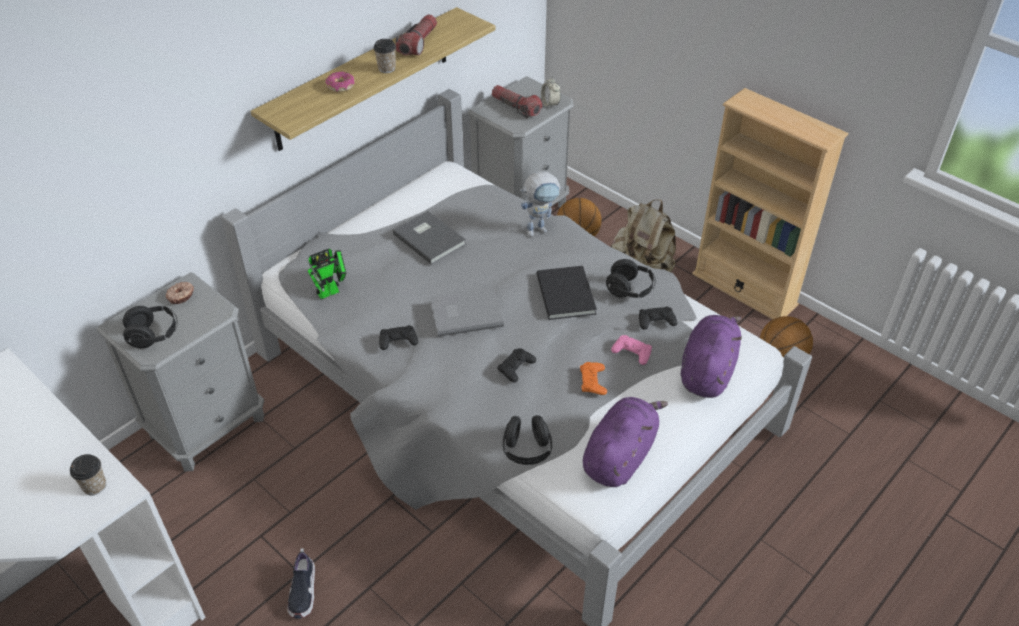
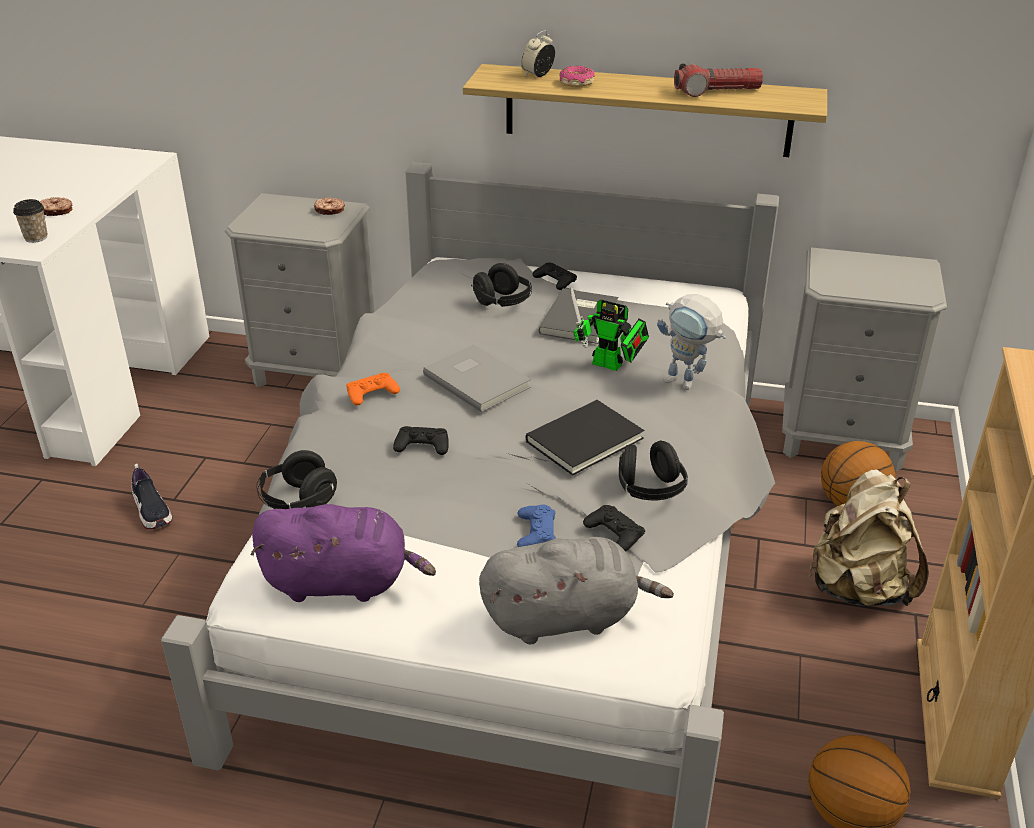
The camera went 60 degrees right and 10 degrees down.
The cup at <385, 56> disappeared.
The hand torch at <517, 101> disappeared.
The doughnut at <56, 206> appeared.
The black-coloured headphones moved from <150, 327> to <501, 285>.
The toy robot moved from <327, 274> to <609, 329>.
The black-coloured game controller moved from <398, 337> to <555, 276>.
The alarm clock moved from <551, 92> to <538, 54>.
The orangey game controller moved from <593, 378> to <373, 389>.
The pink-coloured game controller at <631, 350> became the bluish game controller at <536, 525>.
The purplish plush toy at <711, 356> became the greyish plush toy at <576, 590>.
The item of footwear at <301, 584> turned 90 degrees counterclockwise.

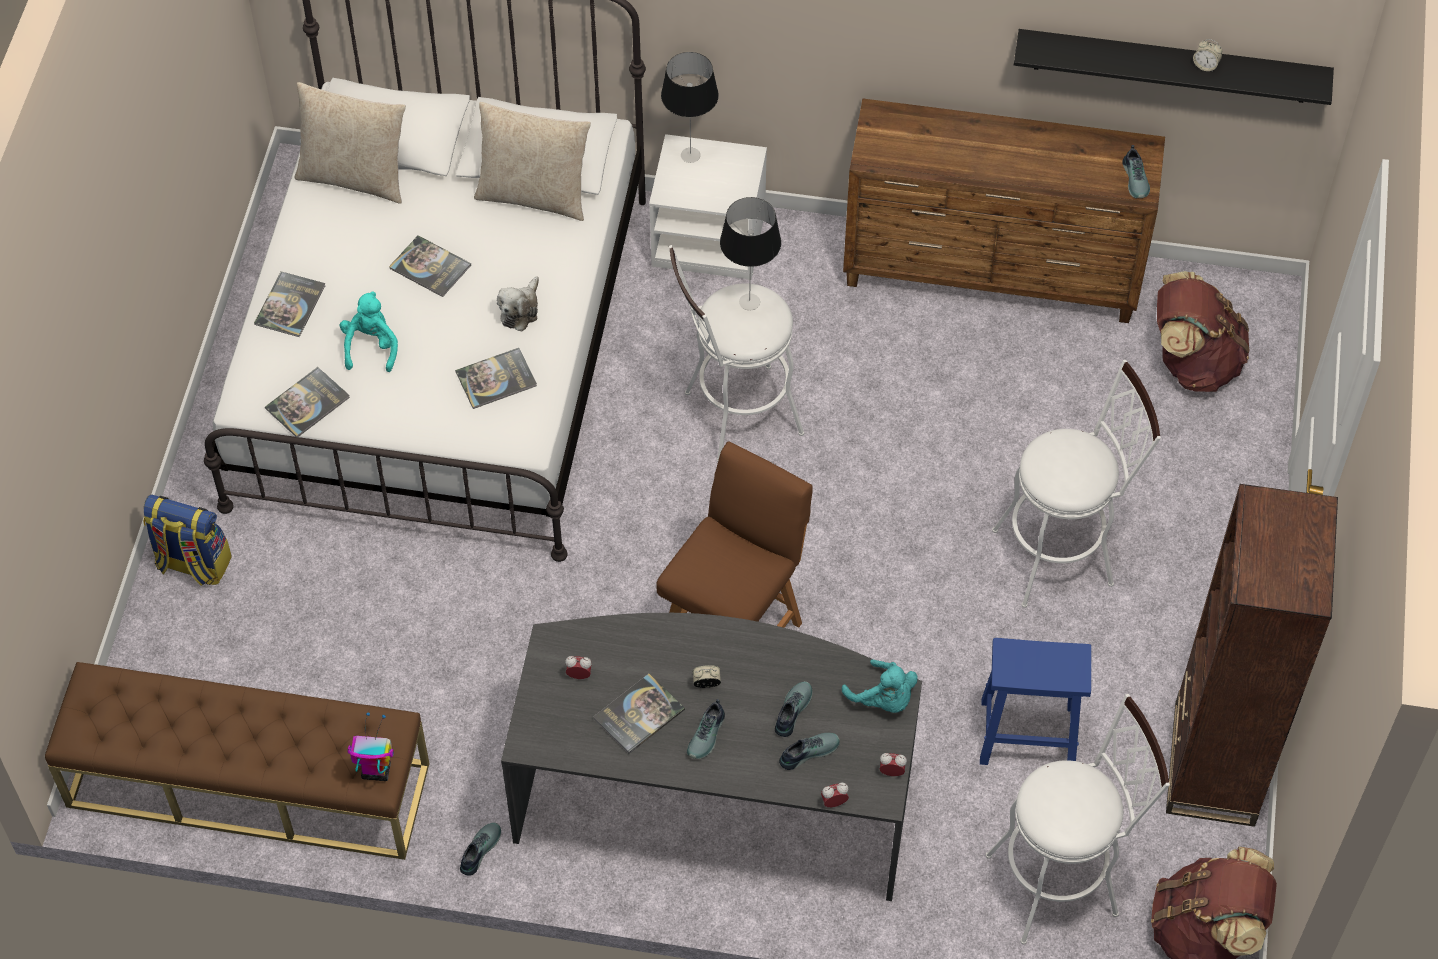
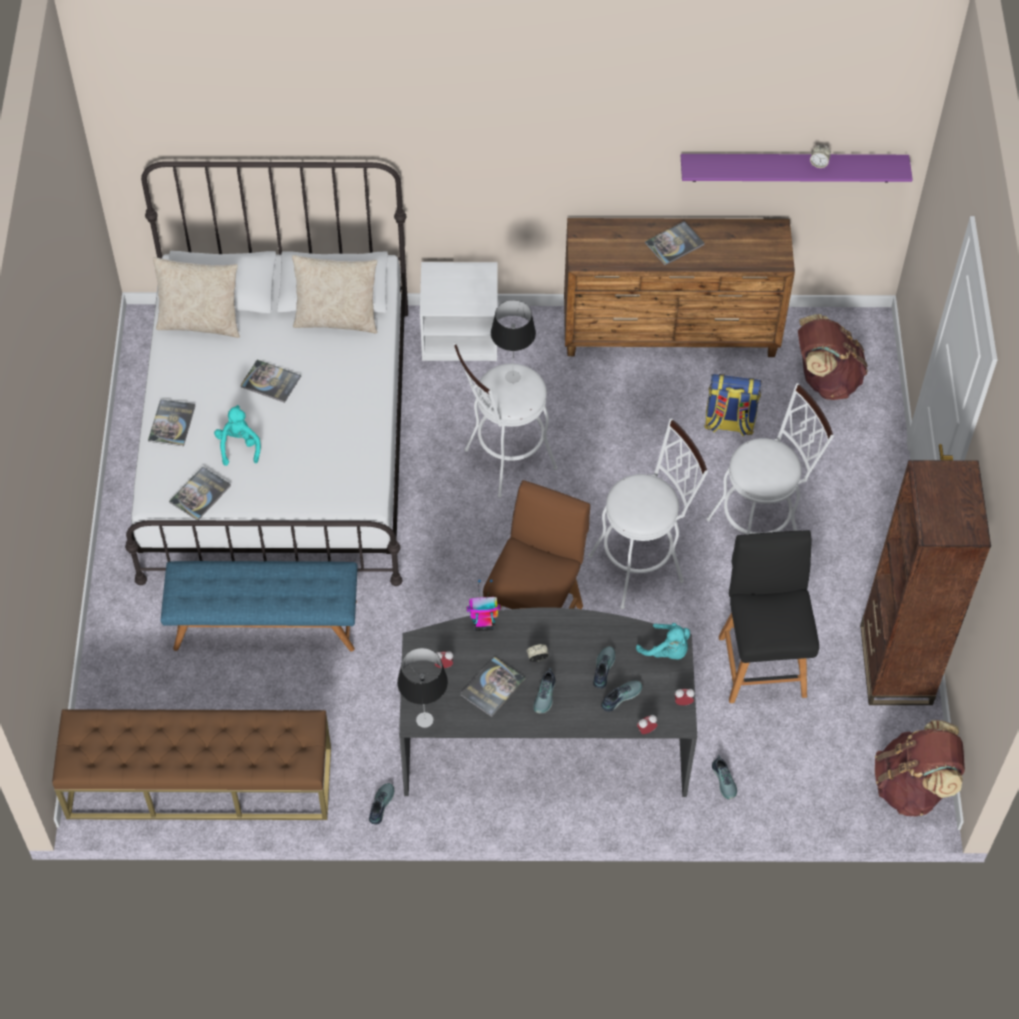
The camera went 10 degrees left and 0 degrees up.
The plush toy at <518, 303> disappeared.
The bluish indoor bench at <259, 606> appeared.
The backpack moved from <187, 540> to <733, 405>.
The toy robot moved from <371, 746> to <483, 605>.
The volume moved from <496, 378> to <674, 243>.
The tabletop lamp moved from <690, 107> to <422, 688>.
The whitish sitting stool moved from <1078, 819> to <648, 513>.
The item of footwear moved from <1136, 171> to <724, 777>.
The bluish sitting stool at <1035, 701> was replaced by the black-coloured upright chair at <768, 616>.
The black-coloured bracket shelf at <1174, 67> became the purplish bracket shelf at <797, 168>.

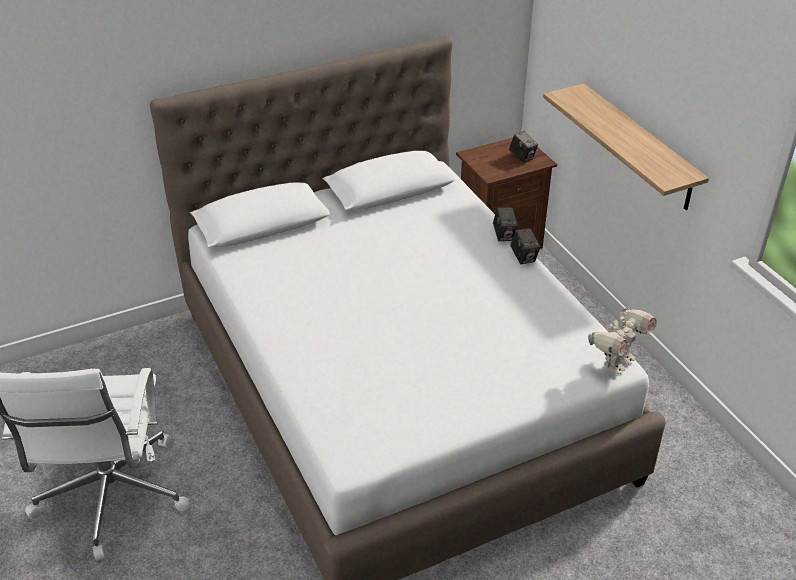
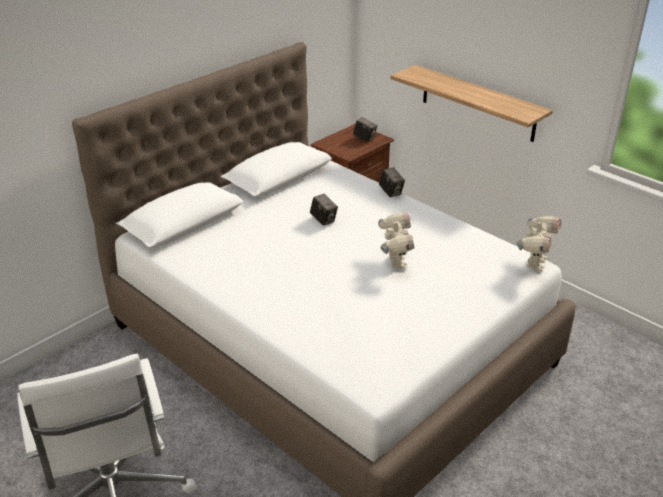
The camera went 20 degrees left and 5 degrees down.
The toy robot at <396, 240> appeared.
The photo camera moved from <525, 246> to <324, 210>.

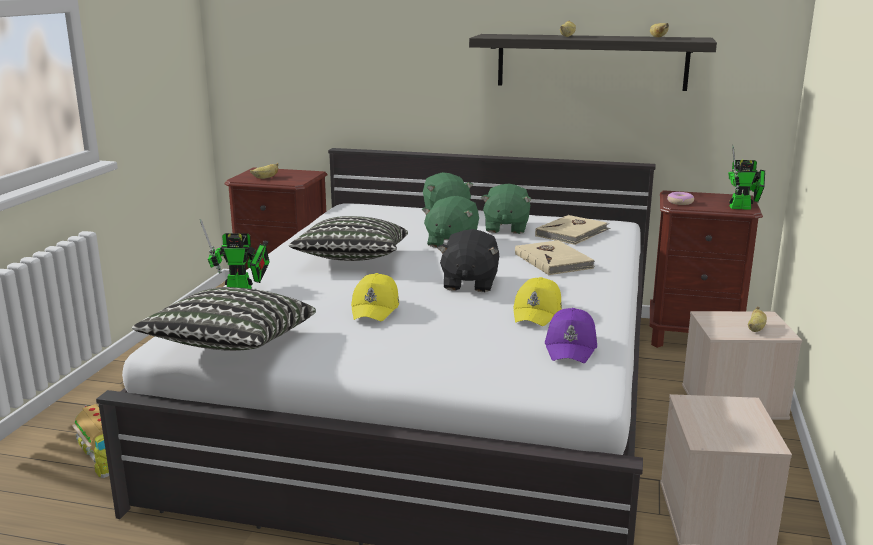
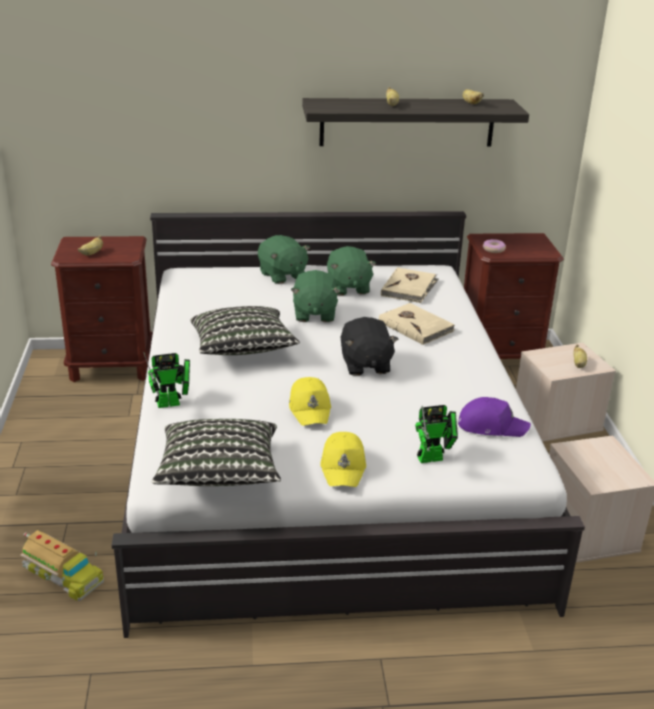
The camera went 20 degrees left and 10 degrees up.
The yellow-coloured baseball cap moved from <537, 301> to <343, 459>.
The toy robot moved from <746, 177> to <436, 434>.
The purplish baseball cap at <571, 335> turned 75 degrees counterclockwise.

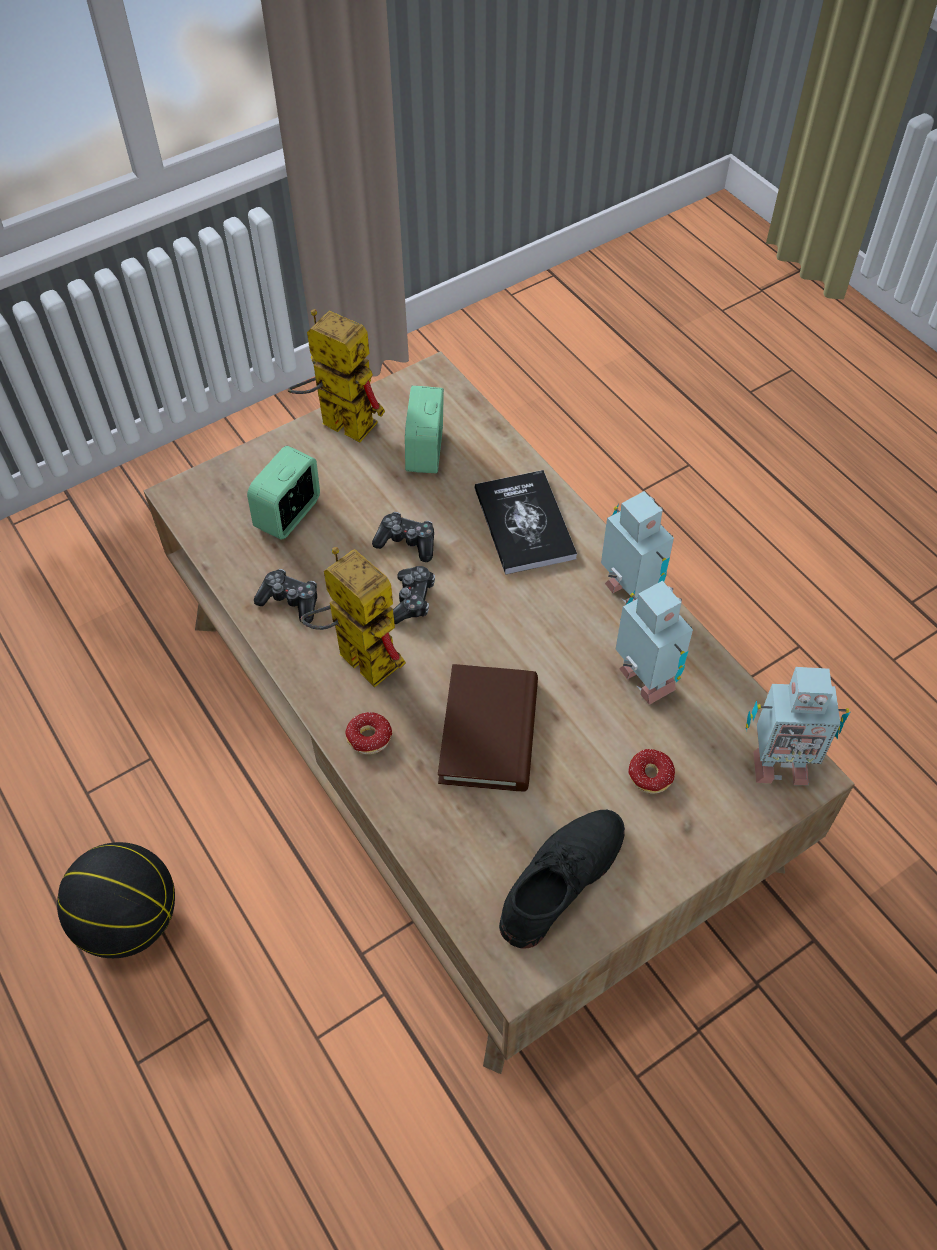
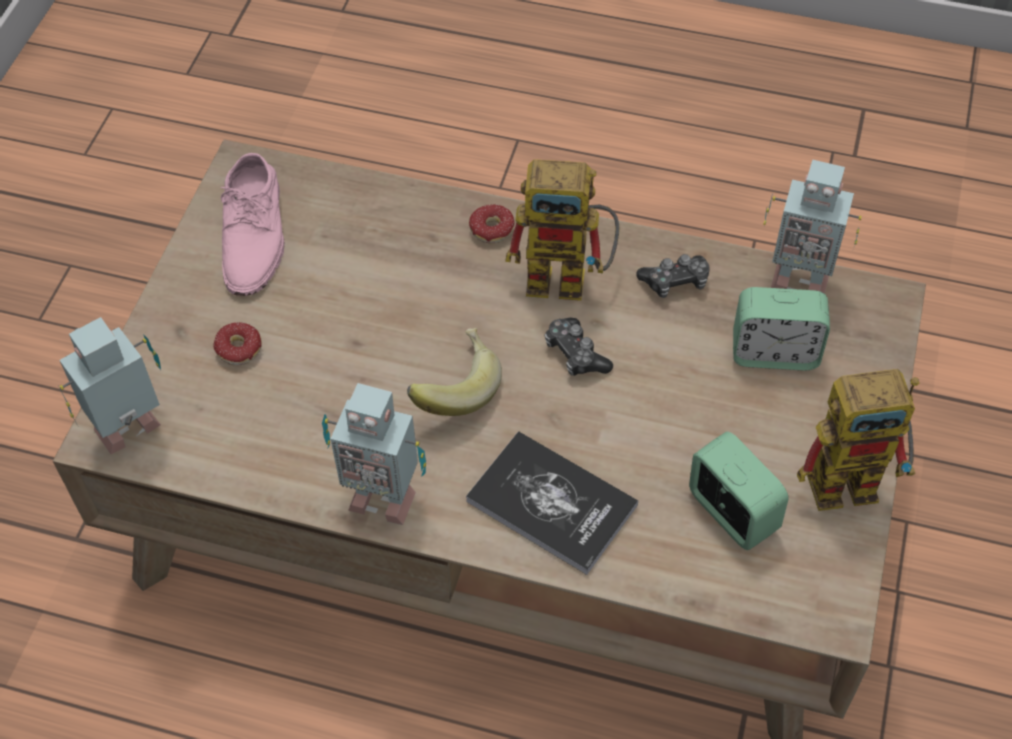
The camera went 140 degrees right and 0 degrees up.
The ball for basketball at <116, 900> disappeared.
The game controller at <403, 537> disappeared.
The brown-coloured volume at <488, 728> disappeared.
The whole banana at <454, 372> appeared.
The toy robot moved from <654, 643> to <812, 226>.
The black-coloured item of footwear at <562, 879> became the pink-coloured item of footwear at <253, 224>.
The alarm clock at <283, 492> turned 105 degrees clockwise.

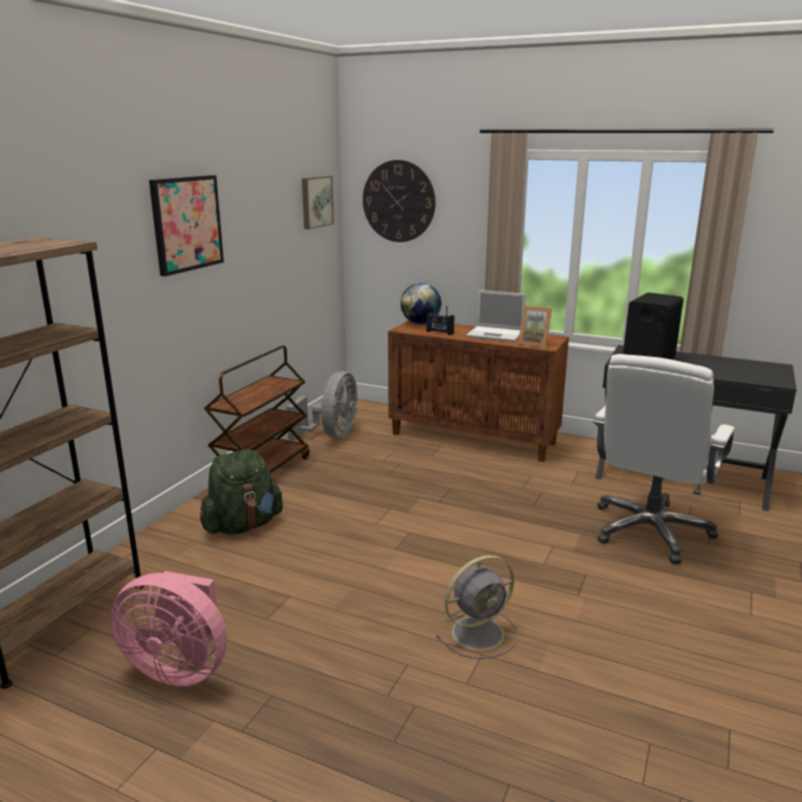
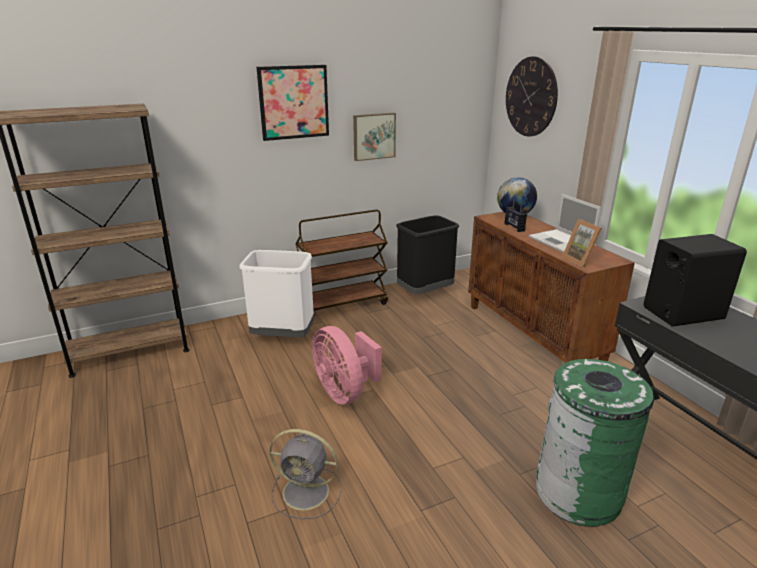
The camera went 40 degrees right and 5 degrees up.
The pink-coloured electric fan moved from <168, 629> to <347, 365>.
The wall picture moved from <318, 202> to <374, 137>.
The greenish backpack at <241, 492> was replaced by the whitish waste bin at <276, 293>.
The greyish electric fan at <321, 406> was replaced by the black-coloured waste bin at <427, 254>.
The whitish desk chair at <664, 459> was replaced by the greenish waste bin at <595, 443>.

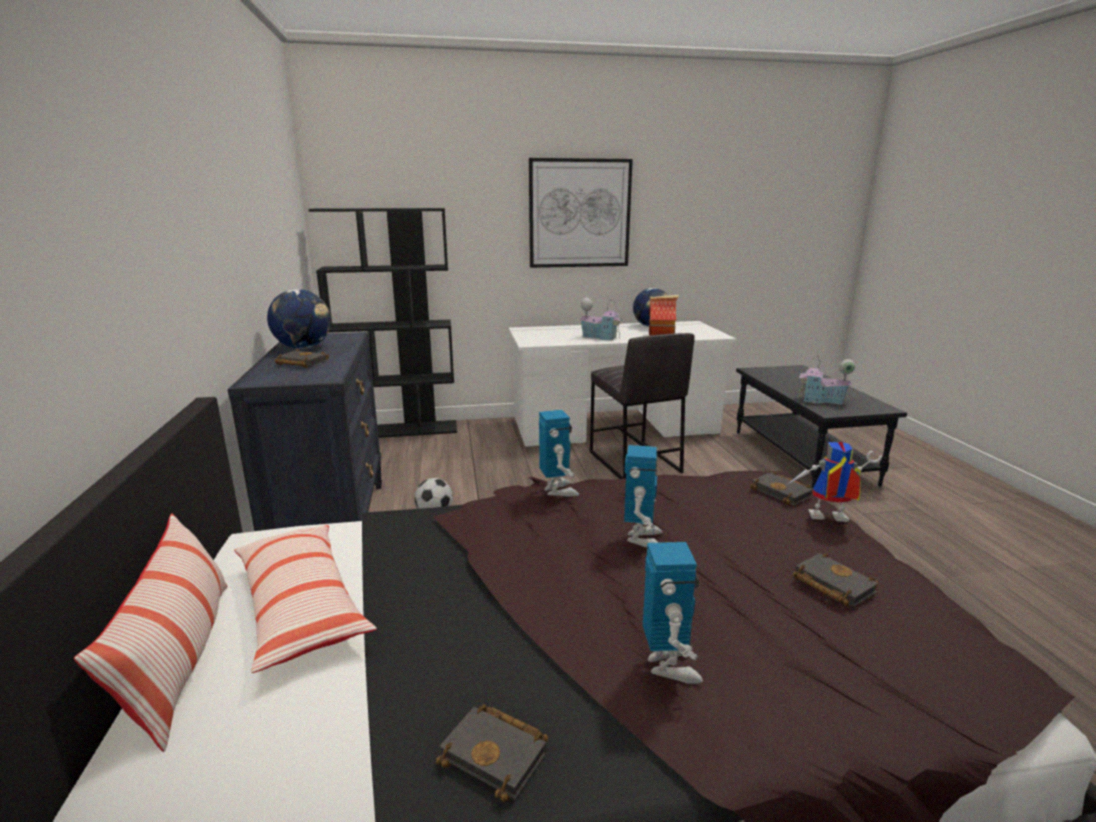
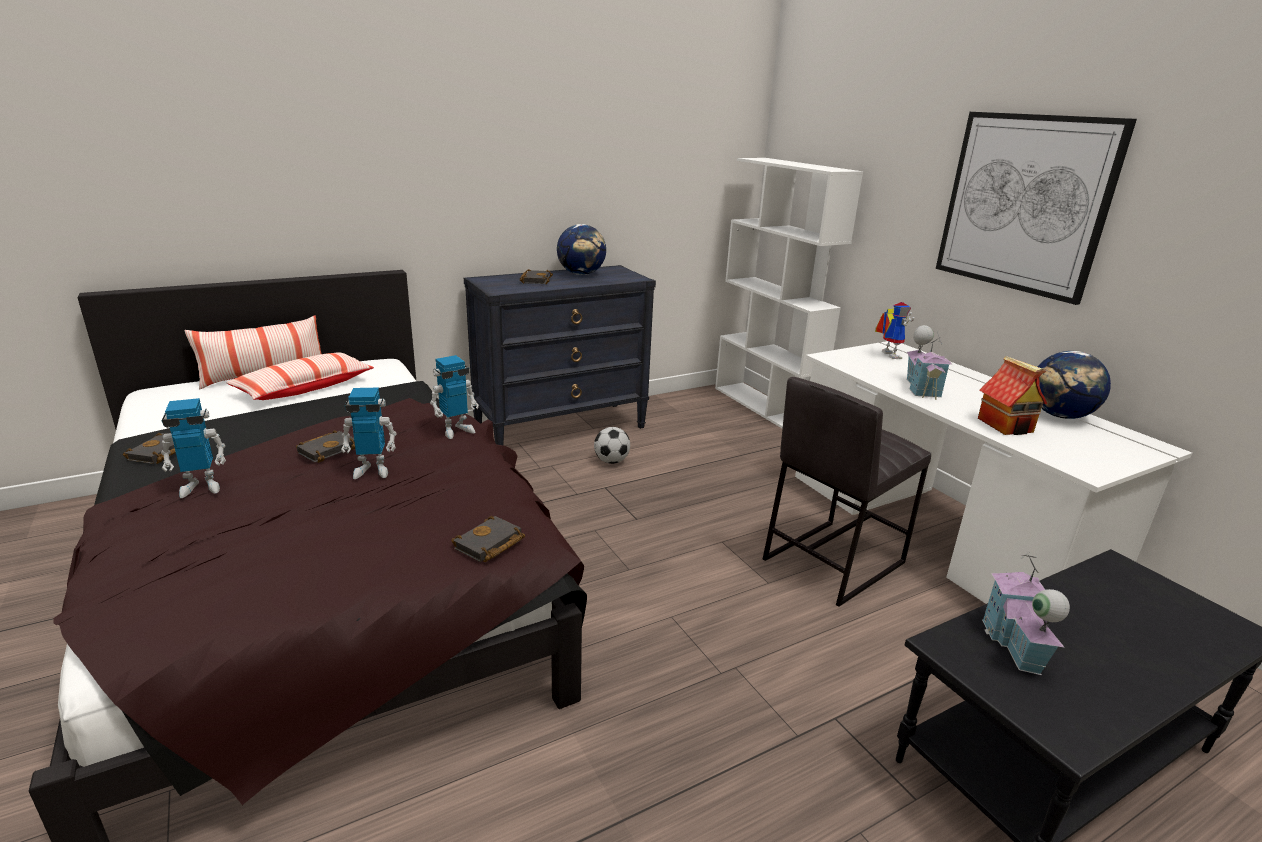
The camera went 70 degrees right and 5 degrees up.
The toy robot moved from <833, 482> to <894, 330>.
The black-coloured volume moved from <836, 580> to <325, 446>.
The black-coloured bookcase at <382, 323> became the whitish bookcase at <789, 293>.

